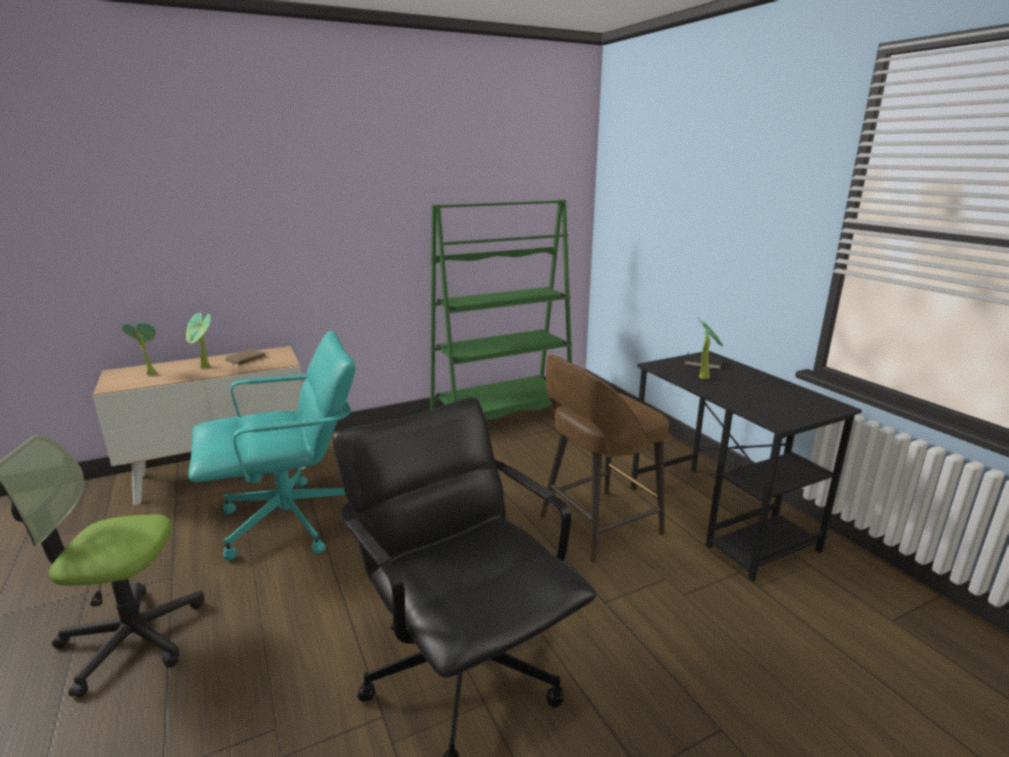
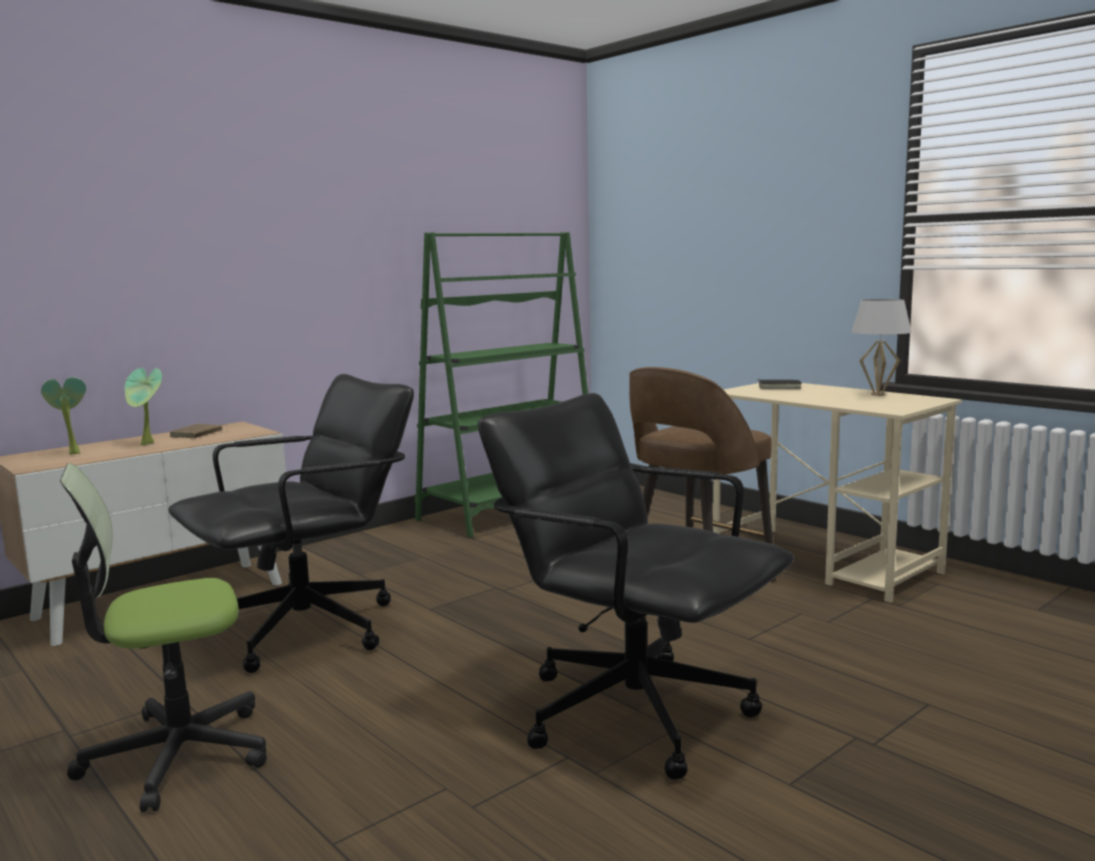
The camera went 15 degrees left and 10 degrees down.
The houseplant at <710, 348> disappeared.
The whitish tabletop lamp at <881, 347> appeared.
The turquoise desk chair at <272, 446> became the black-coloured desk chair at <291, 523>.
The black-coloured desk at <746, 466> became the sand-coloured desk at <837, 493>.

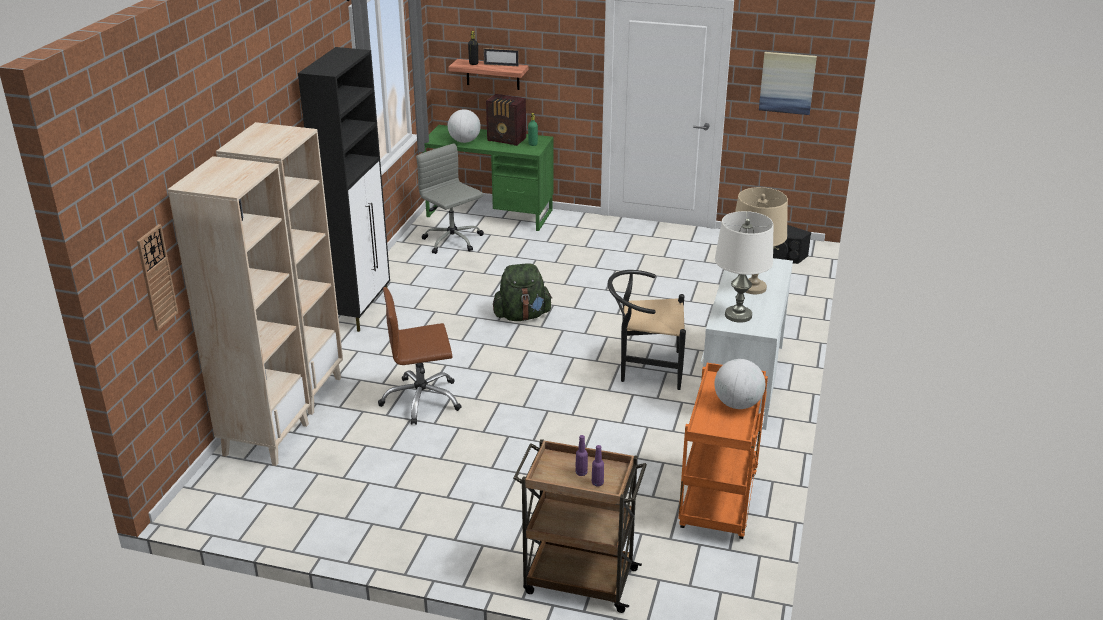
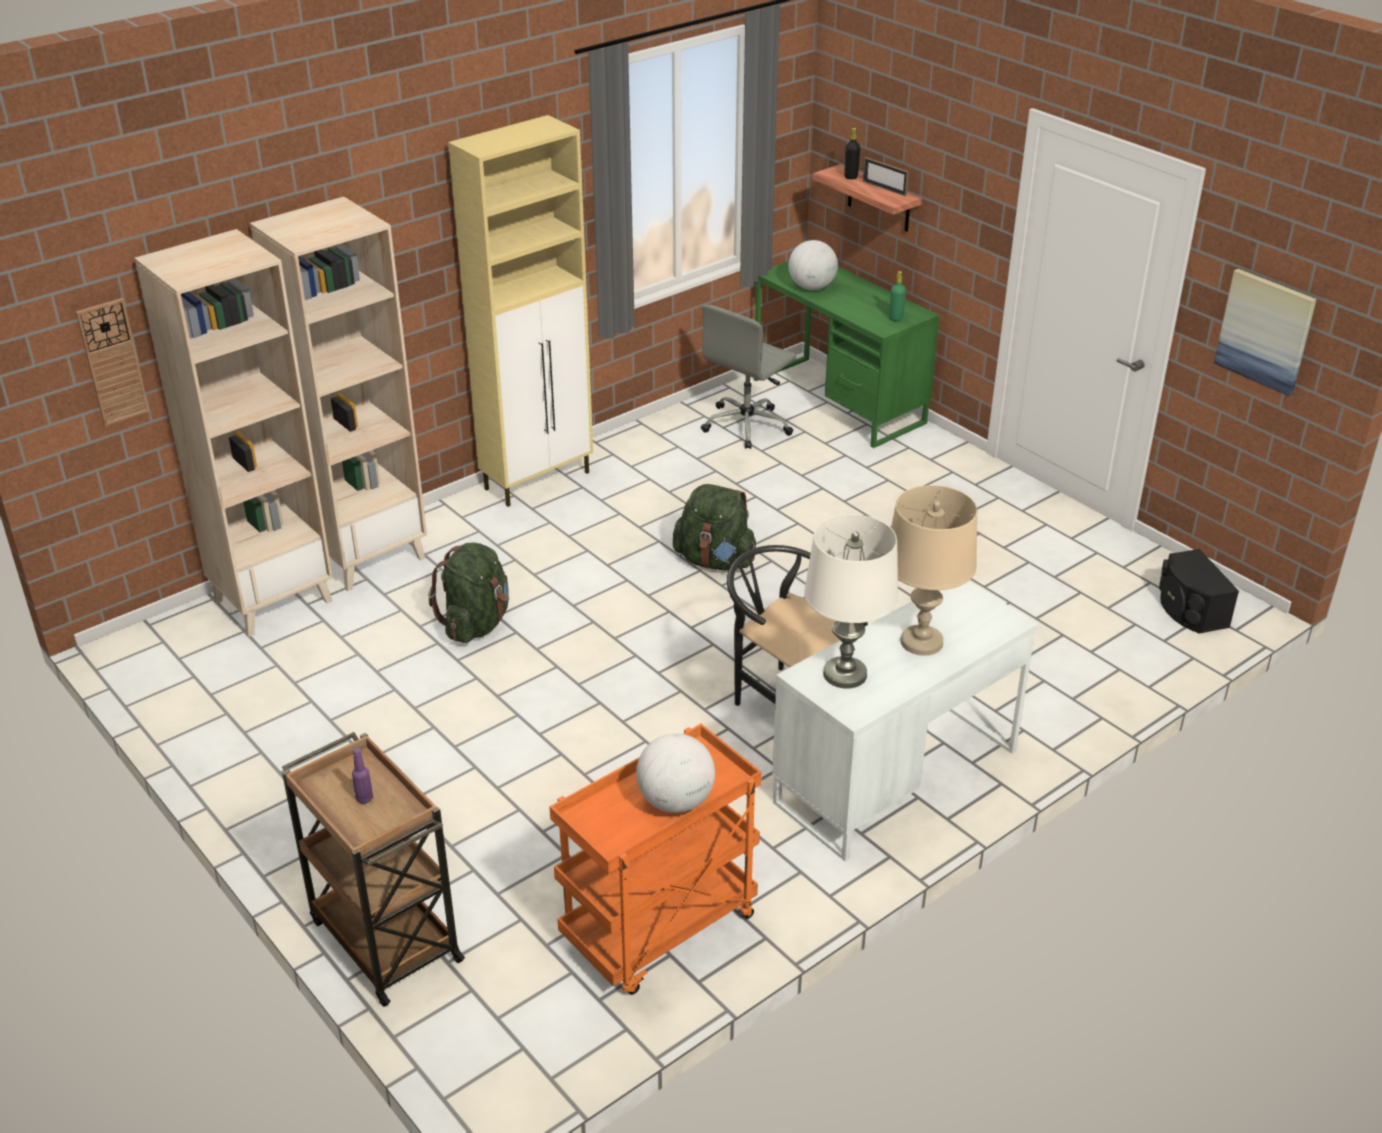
The camera went 35 degrees right and 5 degrees up.
The radio set at <506, 120> disappeared.
The purplish drink bottle at <598, 465> disappeared.
The brown-coloured desk chair at <420, 356> was replaced by the greenish backpack at <468, 592>.
The black-coloured cabinet at <344, 189> became the sand-coloured cabinet at <520, 311>.
The greyish desk chair at <450, 199> turned 135 degrees counterclockwise.

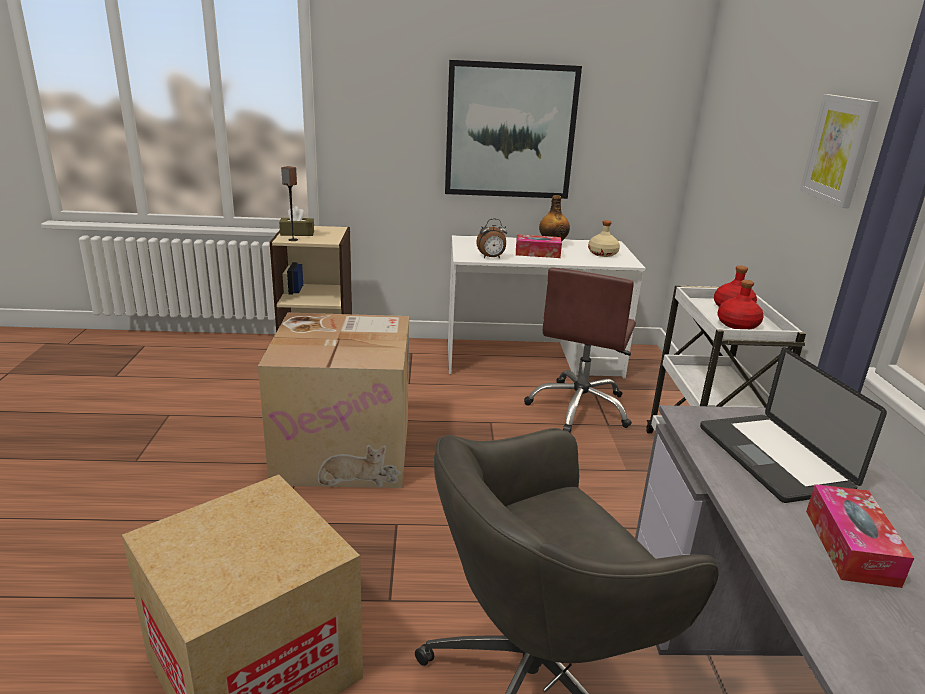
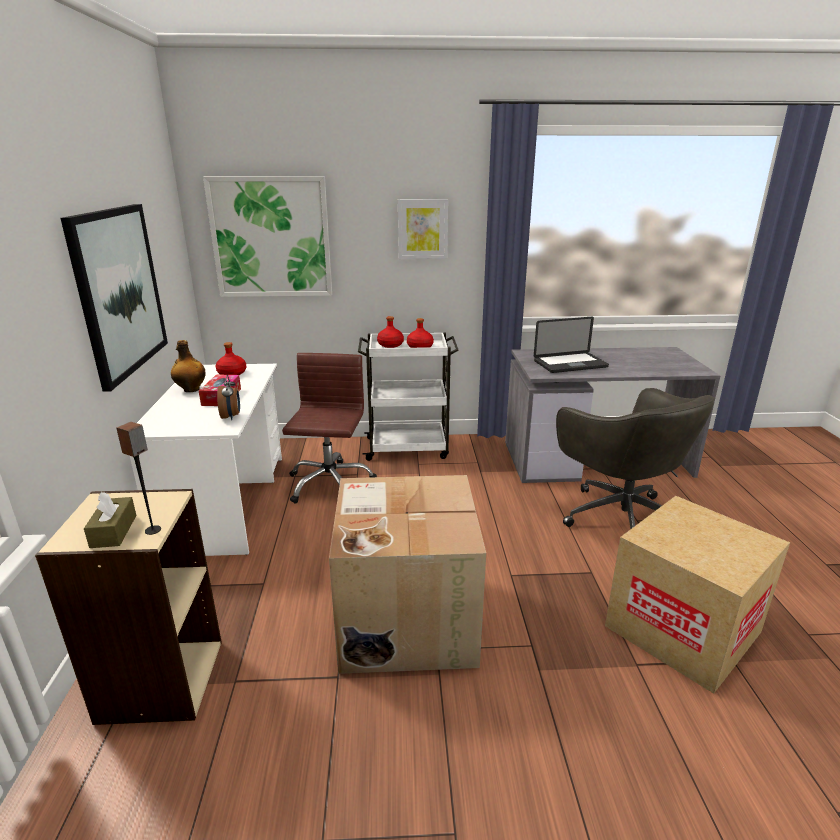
The camera went 90 degrees left and 0 degrees up.
The tissue box at <860, 536> disappeared.
The wall picture at <267, 236> appeared.
The sand-coloured drink bottle at <604, 238> became the red drink bottle at <231, 358>.
The brown-coloured desk chair at <580, 350> turned 105 degrees counterclockwise.

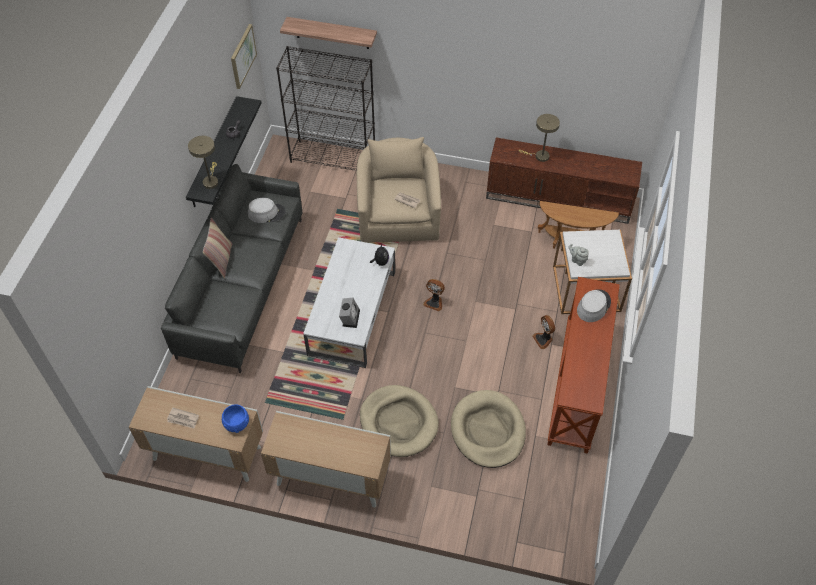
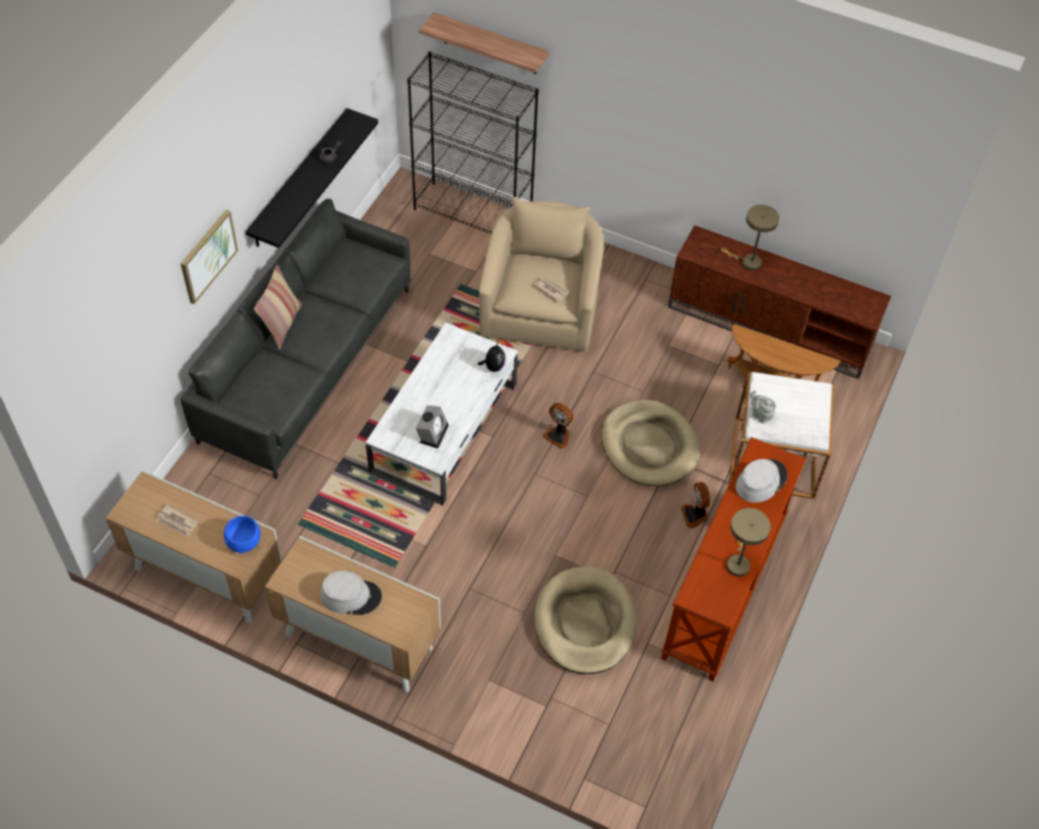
The camera went 10 degrees right and 0 degrees up.
The sand-coloured tabletop lamp moved from <203, 162> to <749, 542>.
The wall picture moved from <244, 56> to <209, 256>.
The greyish clothing hat moved from <267, 210> to <351, 593>.
The sand-coloured pet bed moved from <399, 421> to <651, 443>.

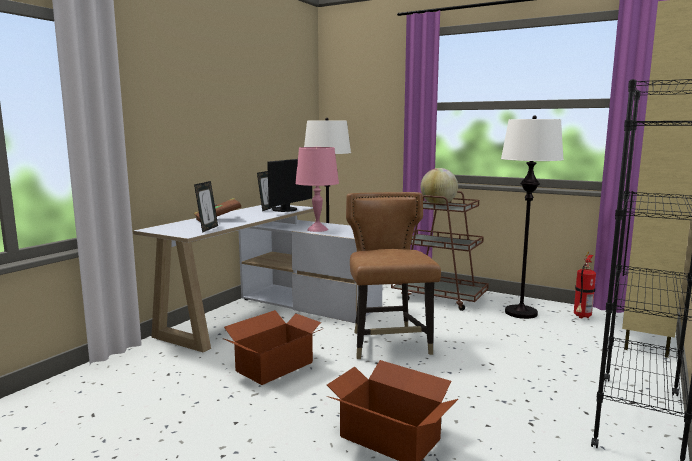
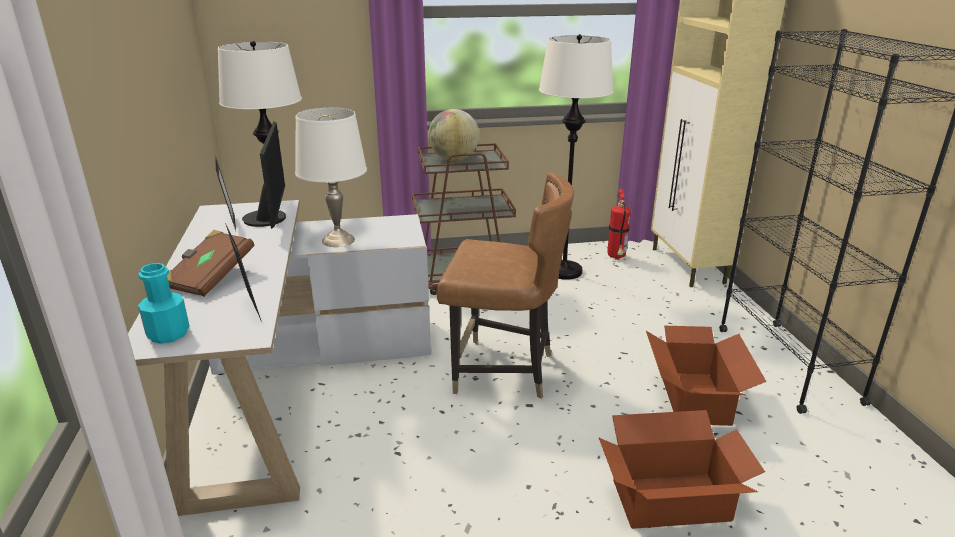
The camera went 40 degrees left and 15 degrees up.
The turquoise drink bottle at <164, 303> appeared.
The packing box moved from <272, 347> to <706, 376>.
The pink-coloured tabletop lamp at <317, 189> became the whitish tabletop lamp at <331, 177>.
The brown-coloured upright chair at <393, 275> turned 150 degrees clockwise.

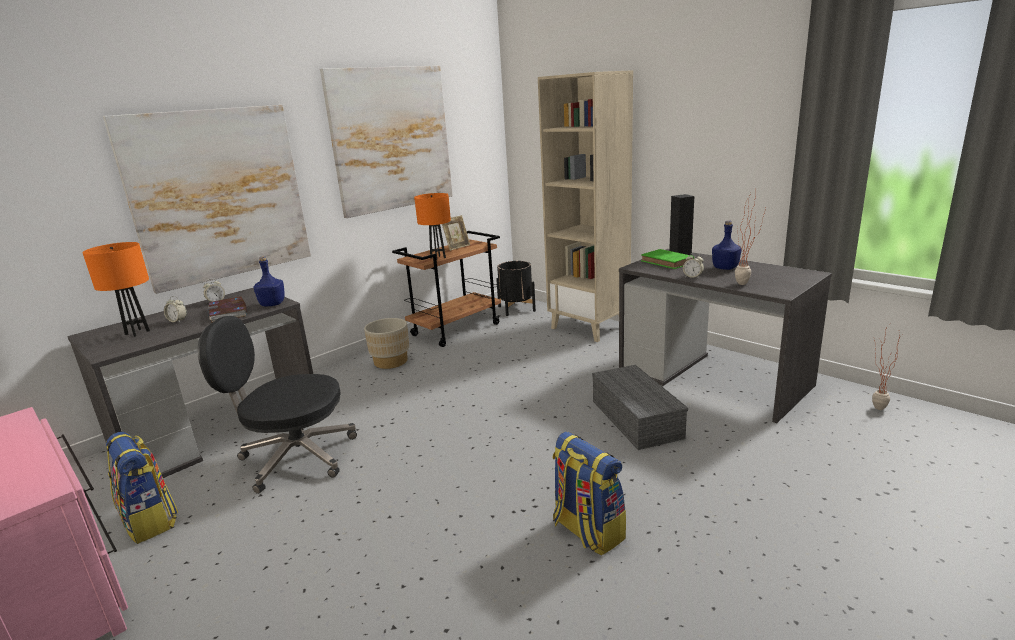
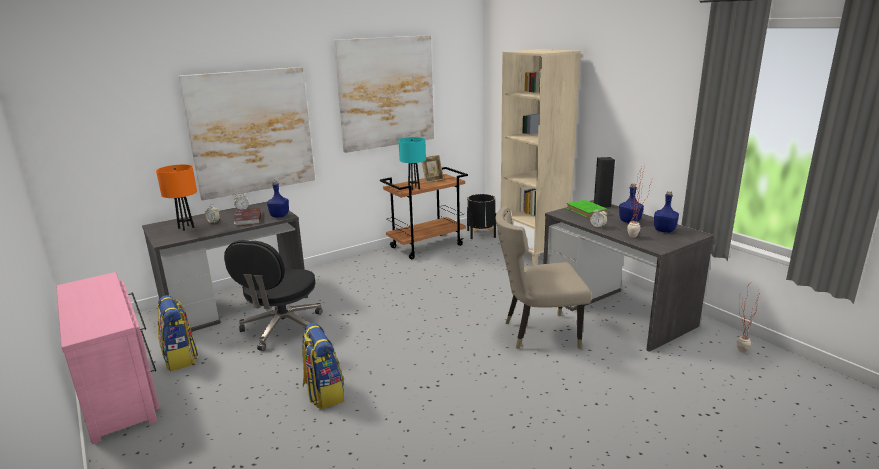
The camera went 10 degrees right and 0 degrees up.
The sand-coloured plant pot at <386, 343> disappeared.
The bluish drink bottle at <666, 212> appeared.
The backpack moved from <589, 494> to <323, 366>.
The greyish storage box at <640, 407> was replaced by the sand-coloured upright chair at <543, 278>.
The orangey tabletop lamp at <432, 226> became the turquoise tabletop lamp at <412, 164>.
The black-coloured desk chair at <277, 405> turned 90 degrees counterclockwise.

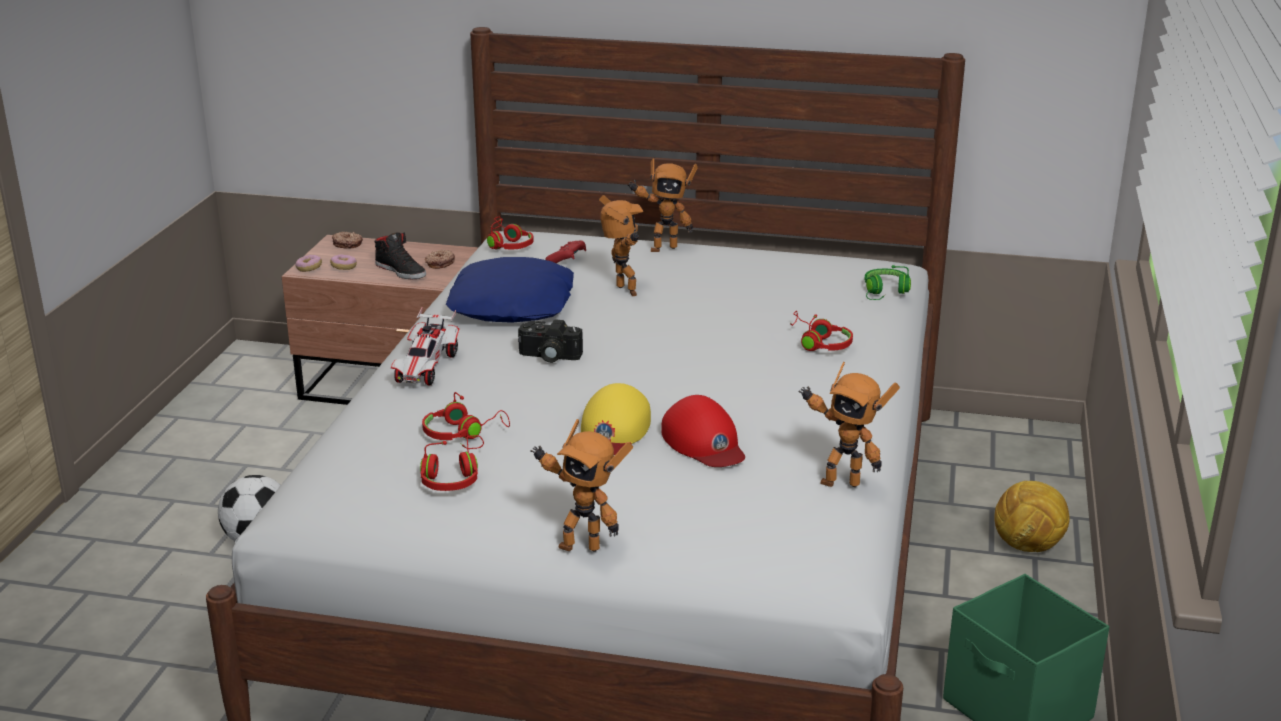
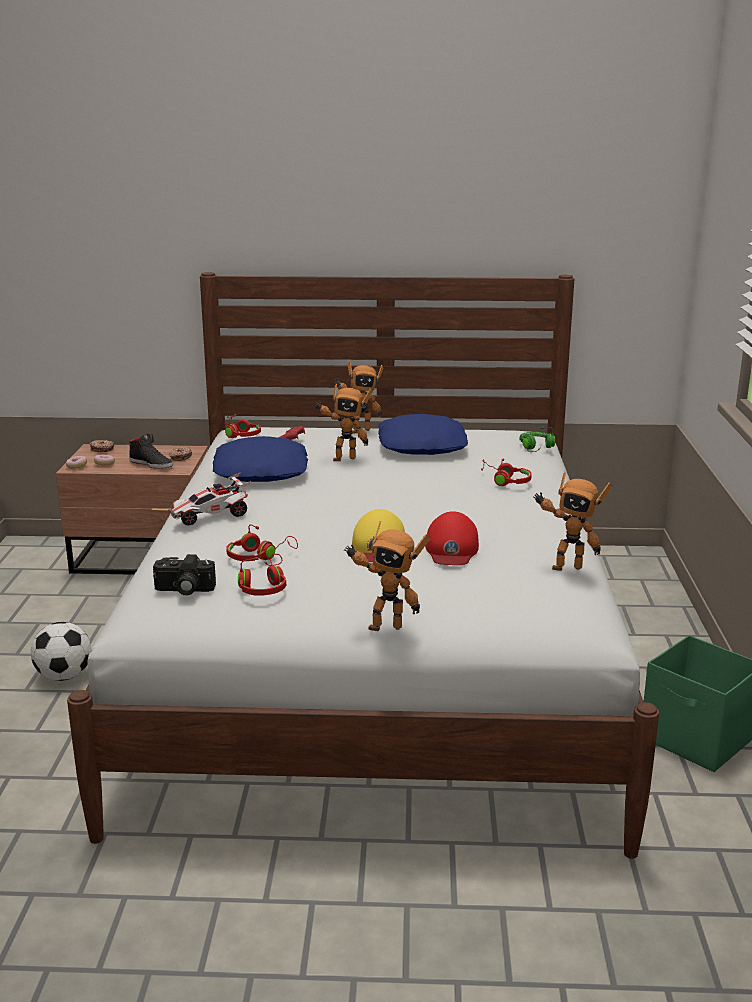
The camera went 10 degrees left and 5 degrees down.
The football ball at <1032, 516> disappeared.
The bluish throw pillow at <423, 434> appeared.
The photo camera moved from <550, 341> to <184, 575>.
The toy car at <425, 346> turned 60 degrees clockwise.
The toy robot at <621, 245> turned 120 degrees clockwise.
The red baseball cap at <703, 431> turned 45 degrees clockwise.

